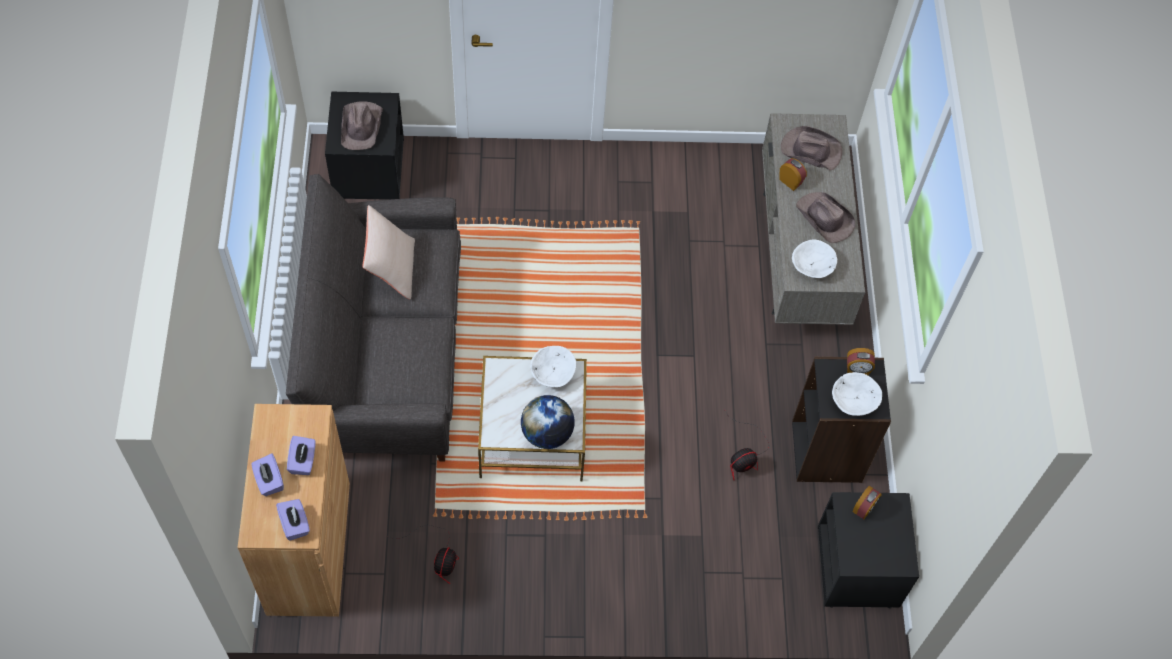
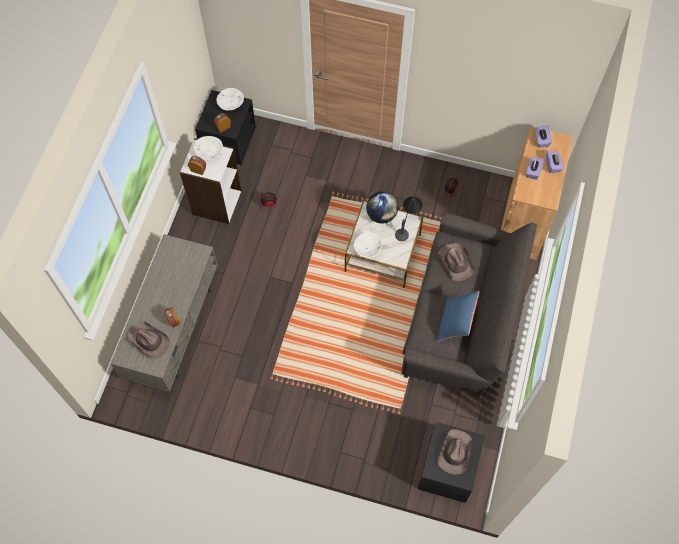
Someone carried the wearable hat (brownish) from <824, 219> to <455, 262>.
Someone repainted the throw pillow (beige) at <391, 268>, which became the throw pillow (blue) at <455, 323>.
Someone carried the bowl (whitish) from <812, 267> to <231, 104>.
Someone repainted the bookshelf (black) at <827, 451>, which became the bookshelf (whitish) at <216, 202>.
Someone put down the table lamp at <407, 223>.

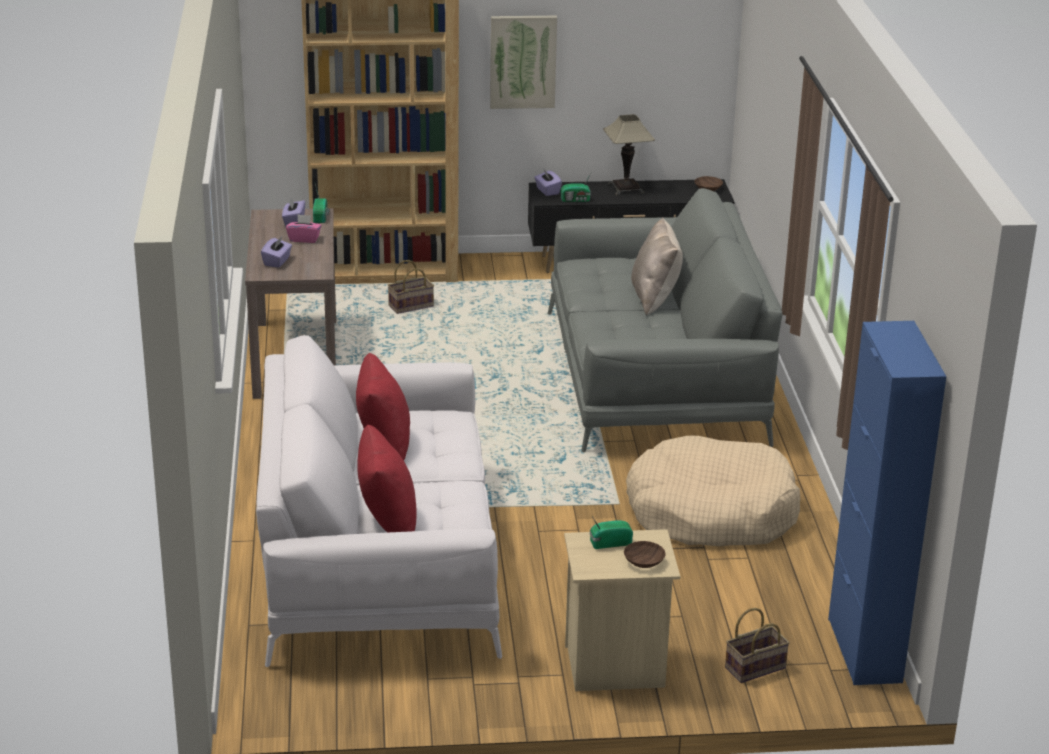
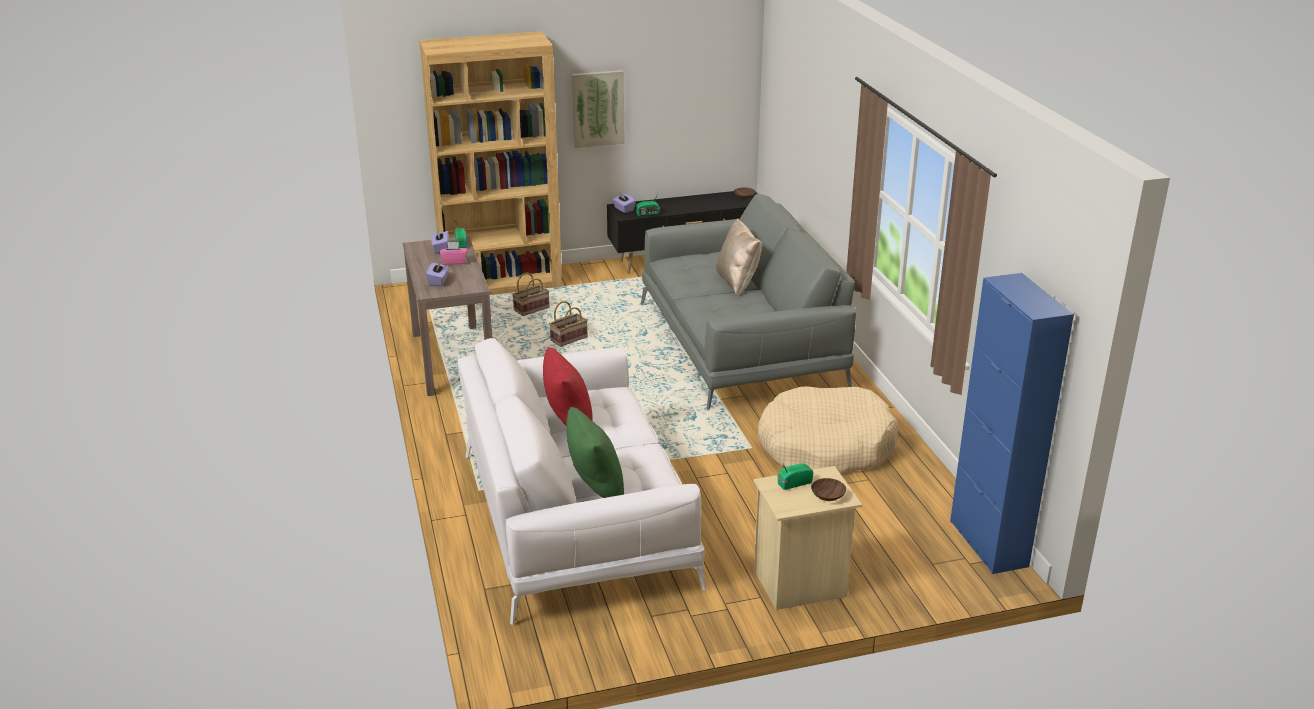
Someone took away the table lamp at <626, 188>.
Someone repainted the throw pillow (reddish) at <387, 522>, which became the throw pillow (green-coloured) at <595, 487>.
Someone carried the storage basket from <755, 667> to <569, 338>.

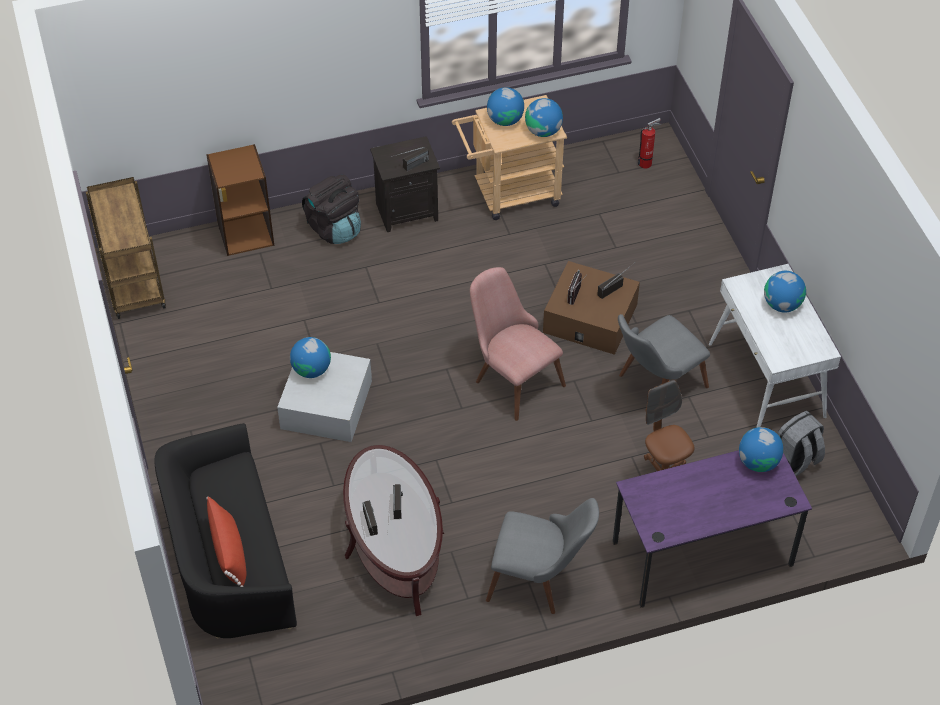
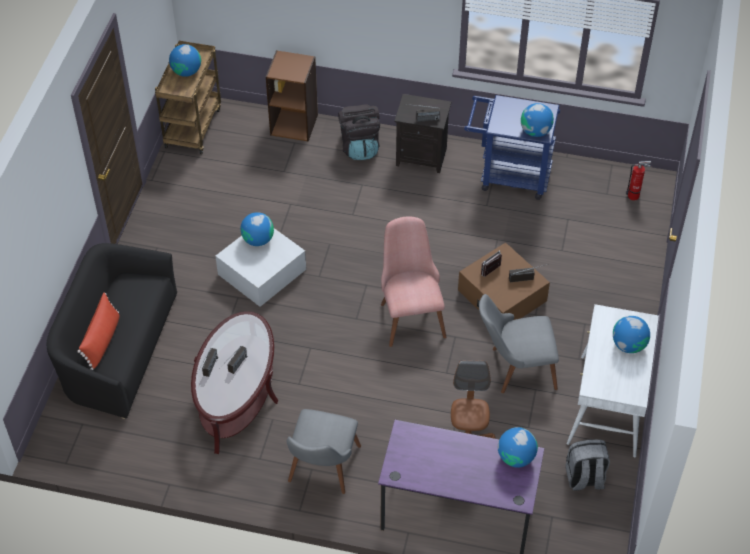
Someone carried the world globe from <505, 120> to <186, 72>.
Someone repainted the cart (beige) at <509, 194>, which became the cart (blue) at <508, 176>.
Someone rotated the chair (greyish) at <540, 580> by 60 degrees clockwise.

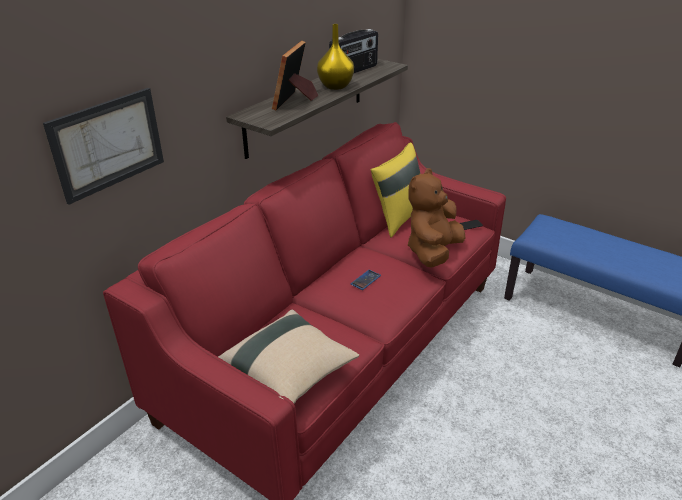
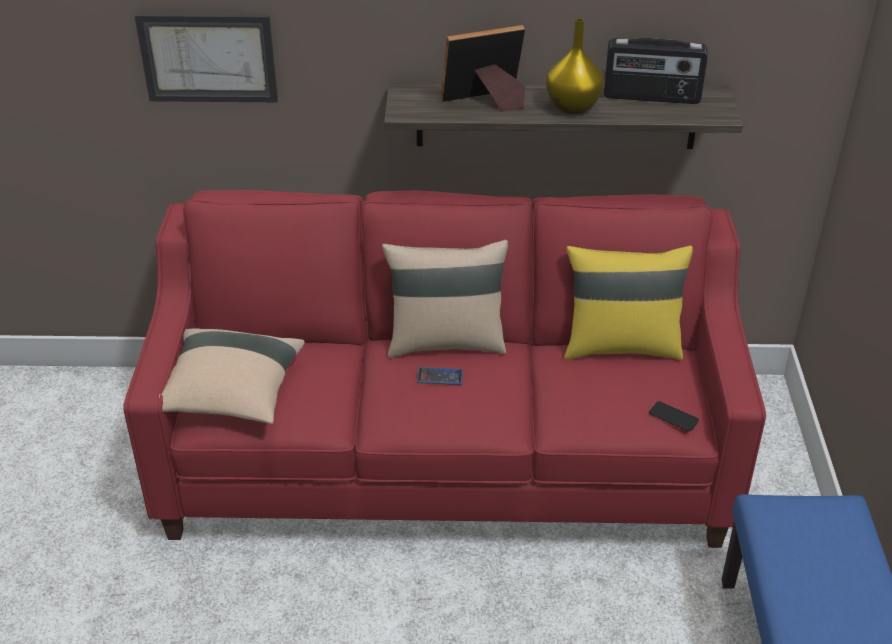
Someone took away the soft toy (brownish) at <433, 252>.
Someone put down the throw pillow (beige) at <446, 341>.

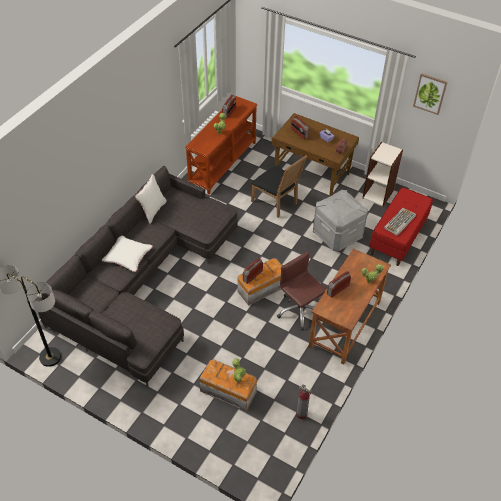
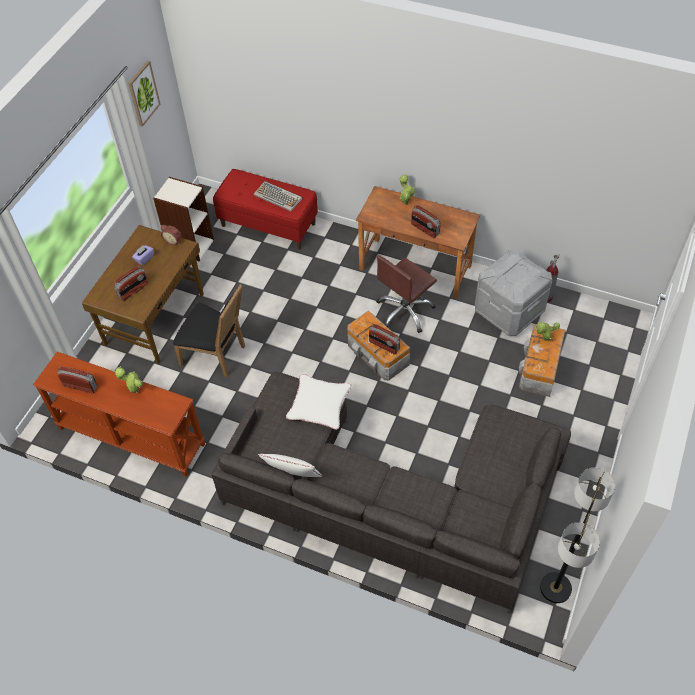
Someone rotated the chair (black) at <277, 203> by 75 degrees clockwise.
Someone carried the storage box (greyish) from <337, 235> to <509, 310>.
Someone carried the throw pillow (whitish) from <127, 256> to <319, 404>.

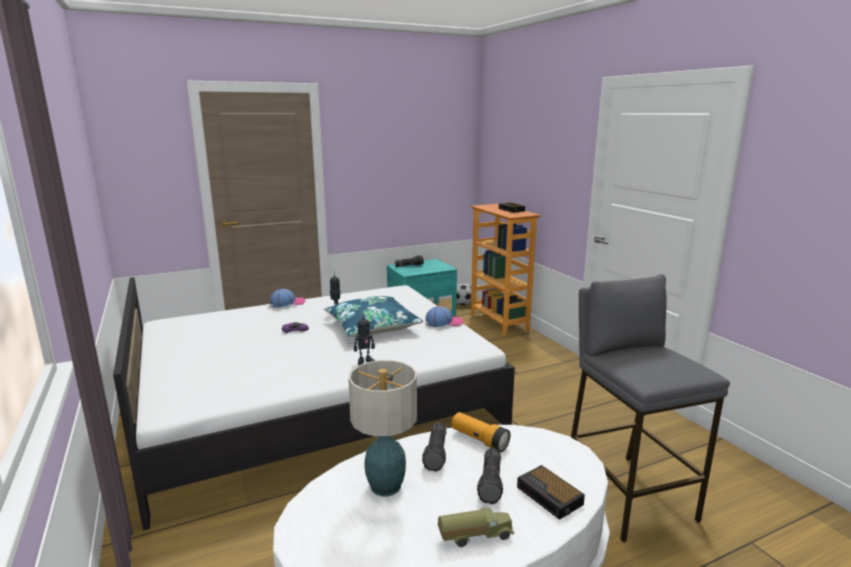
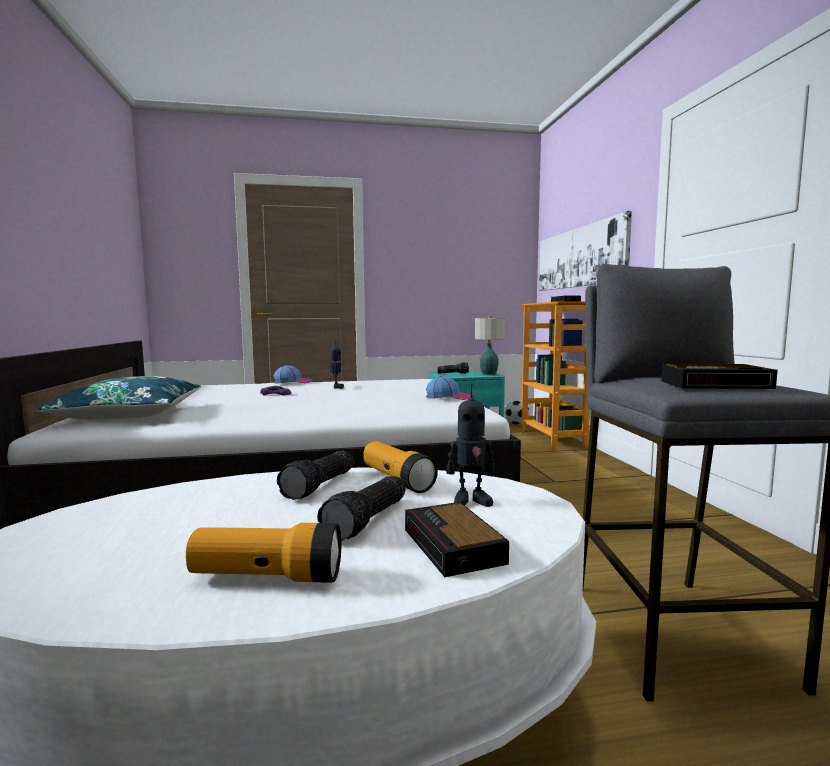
Someone carried the throw pillow (blue) from <372, 326> to <130, 414>.
Someone carried the robot figure from <365, 361> to <470, 501>.
Someone carried the table lamp from <385, 485> to <489, 374>.
Someone swapped the model truck at <475, 536> for the hand torch at <267, 577>.
Someone put up the wall art at <579, 257>.
Someone put down the alarm clock at <717, 385>.

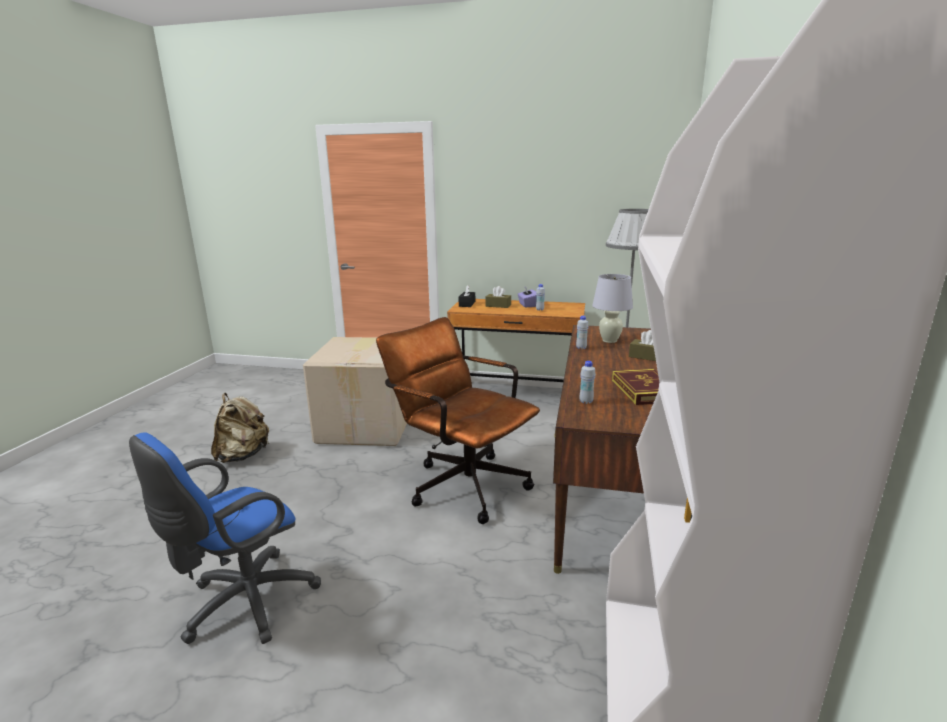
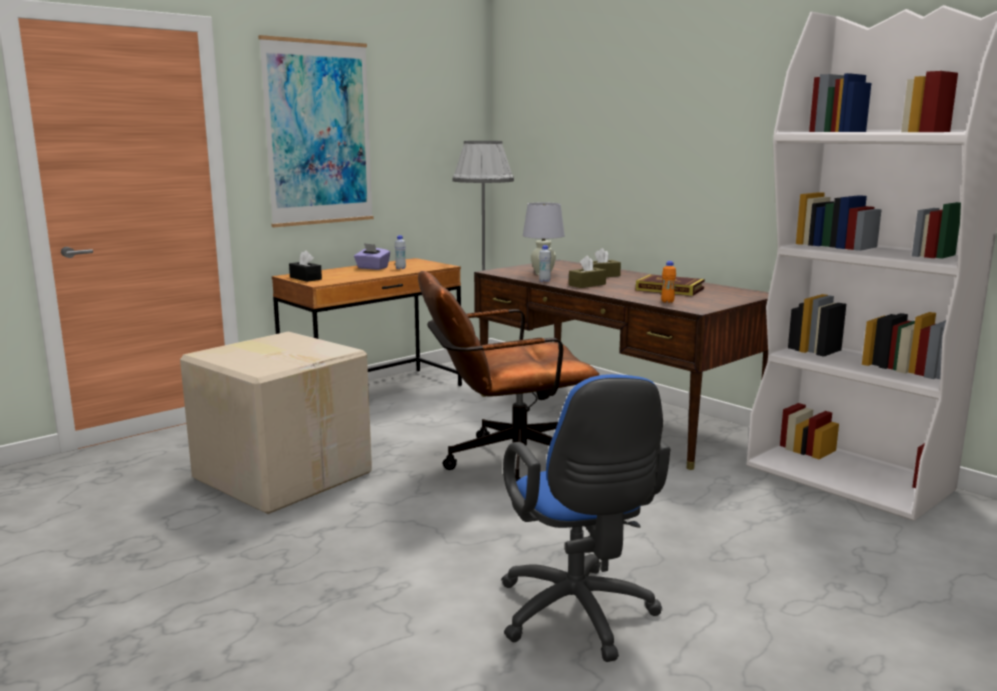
Someone carried the box of tissues (brownish) from <498, 305> to <587, 285>.
Someone repainted the drink bottle (whitish) at <586, 402>, which became the drink bottle (orange-coloured) at <667, 302>.
Someone took away the backpack (beige) at <243, 455>.
Someone put up the wall art at <318, 133>.

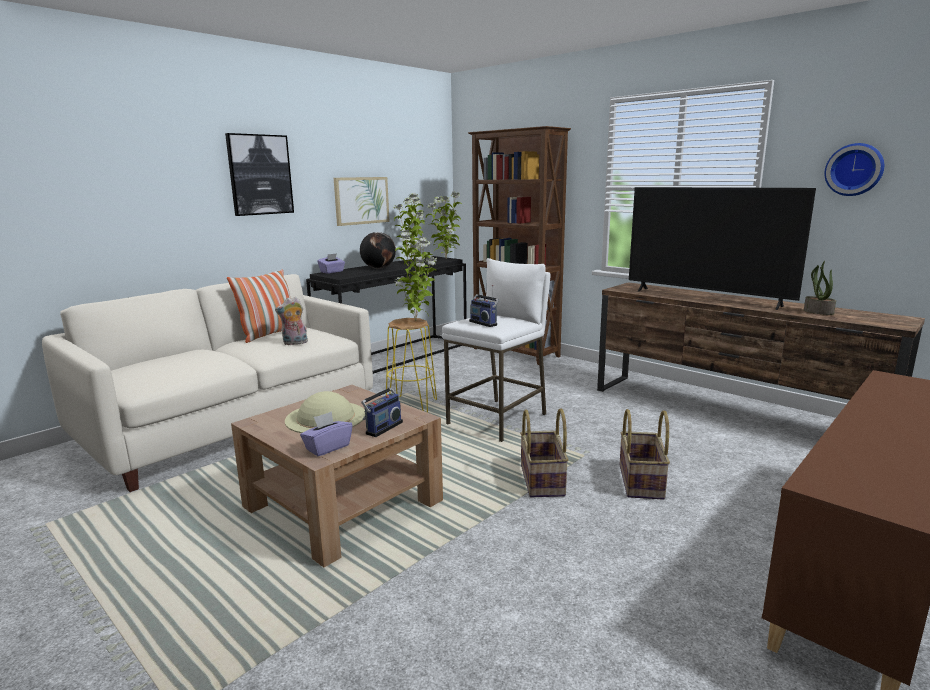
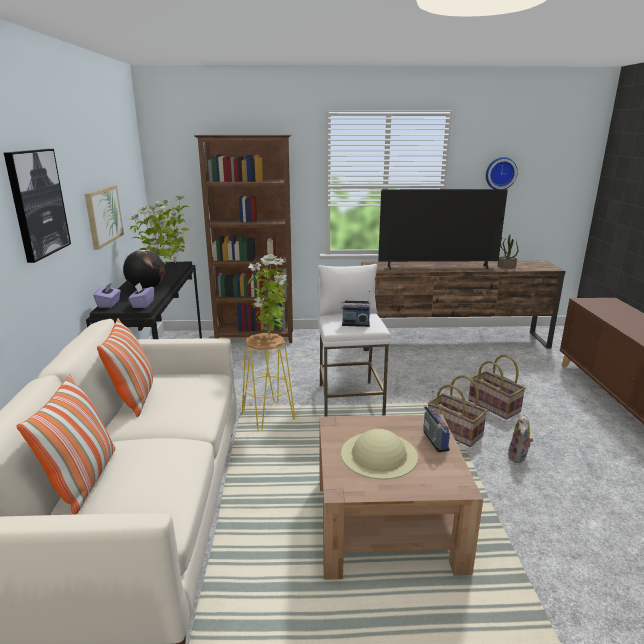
Someone carried the soft toy from <295, 343> to <518, 457>.
Someone carried the box of tissues (purple) from <327, 447> to <142, 304>.
Someone put down the throw pillow at <84, 480>.

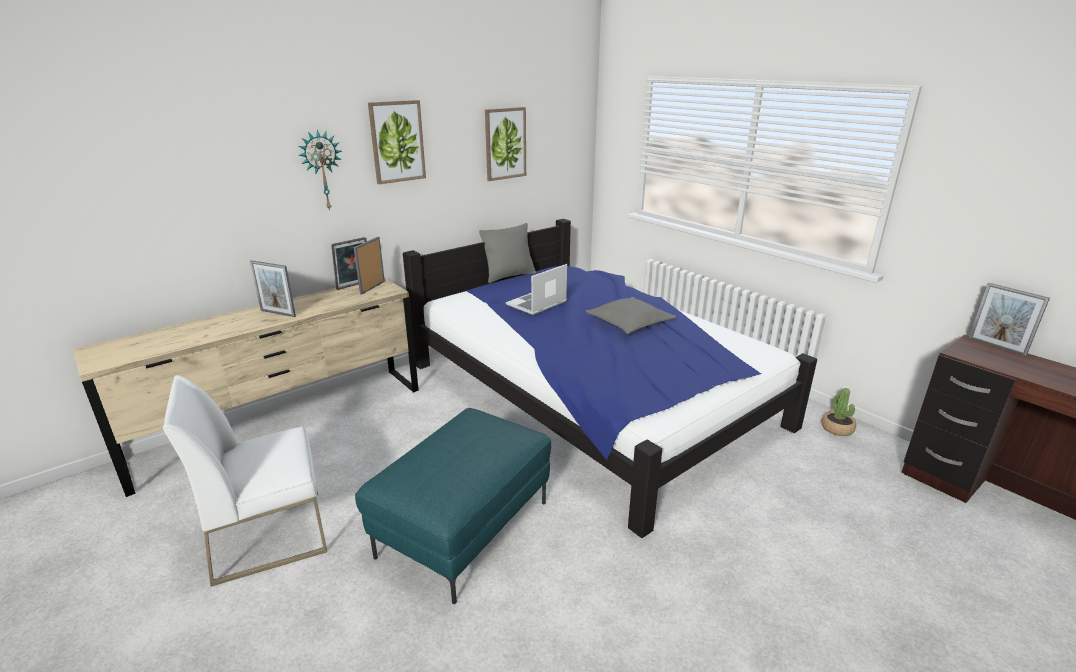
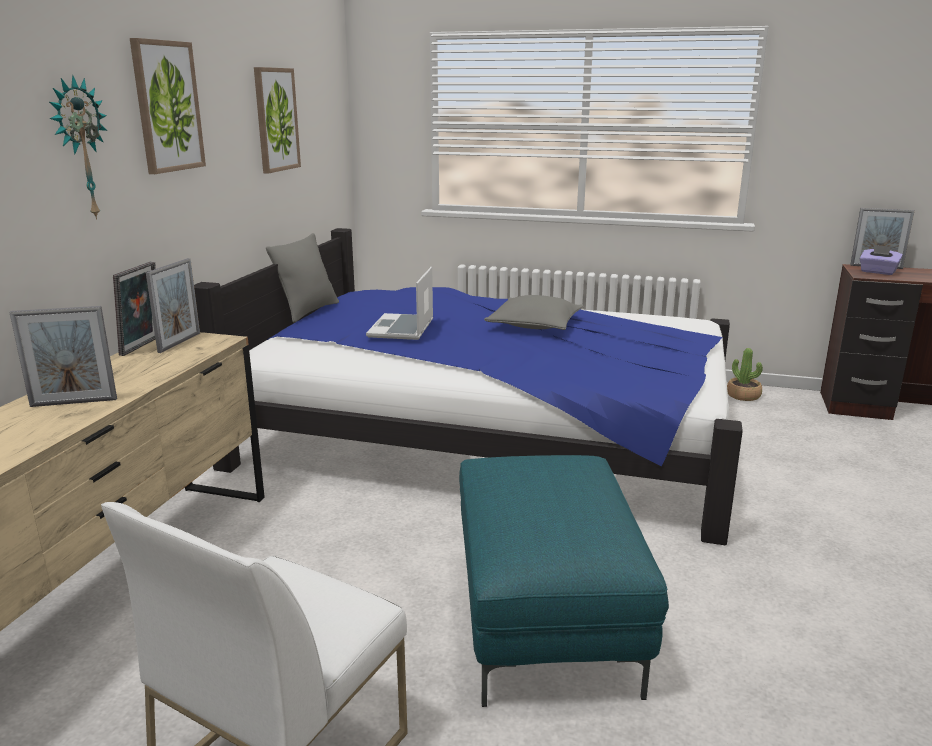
Someone rotated the standing frame at <372, 287> by 150 degrees counterclockwise.
Someone put down the box of tissues (purple) at <877, 272>.

